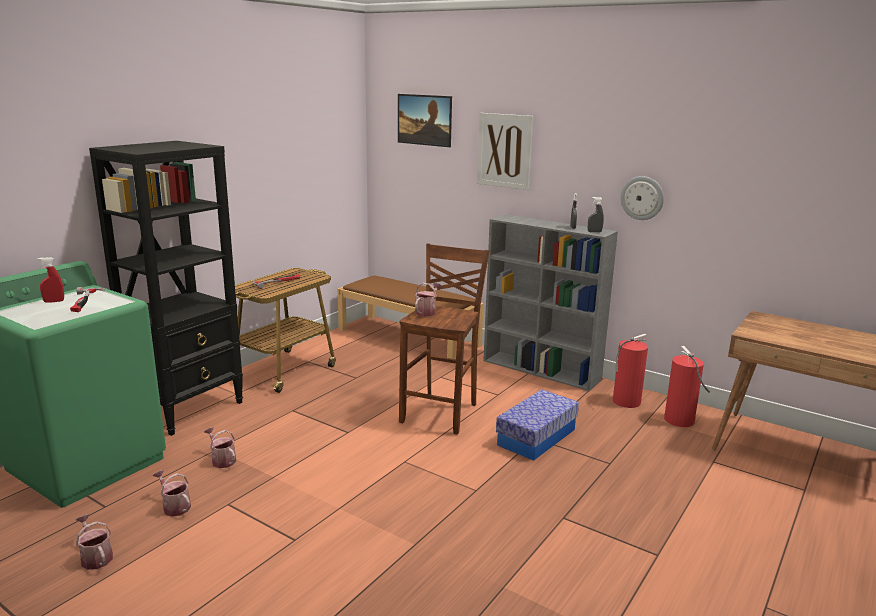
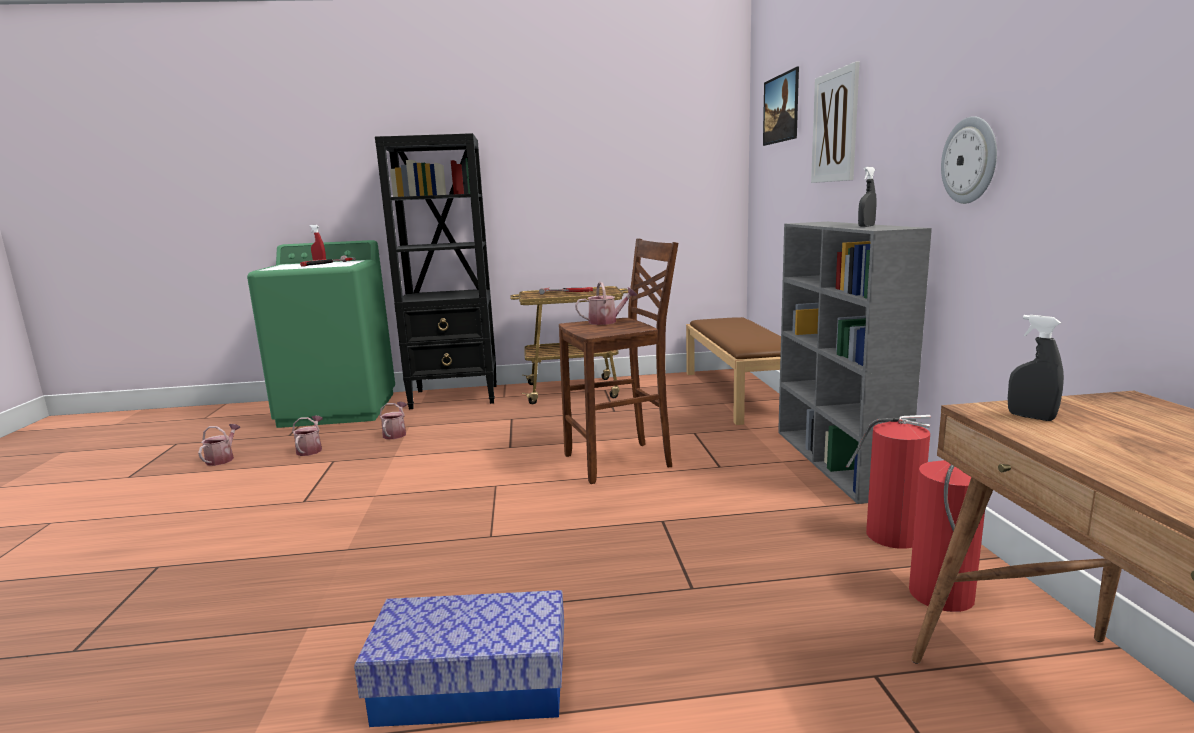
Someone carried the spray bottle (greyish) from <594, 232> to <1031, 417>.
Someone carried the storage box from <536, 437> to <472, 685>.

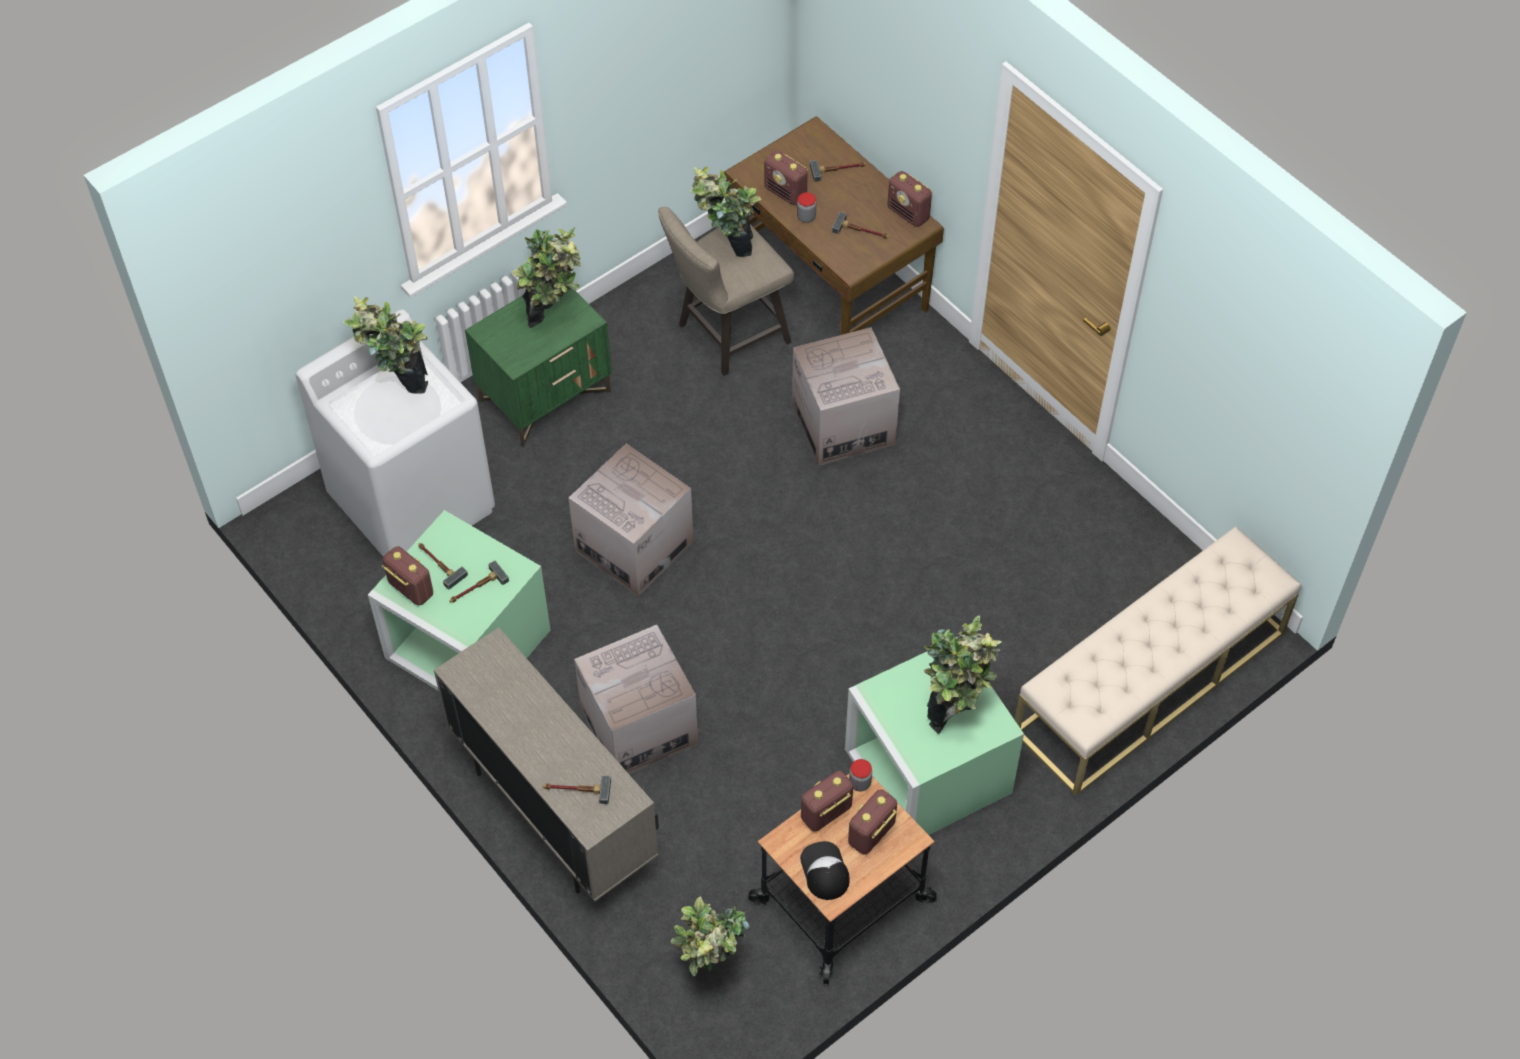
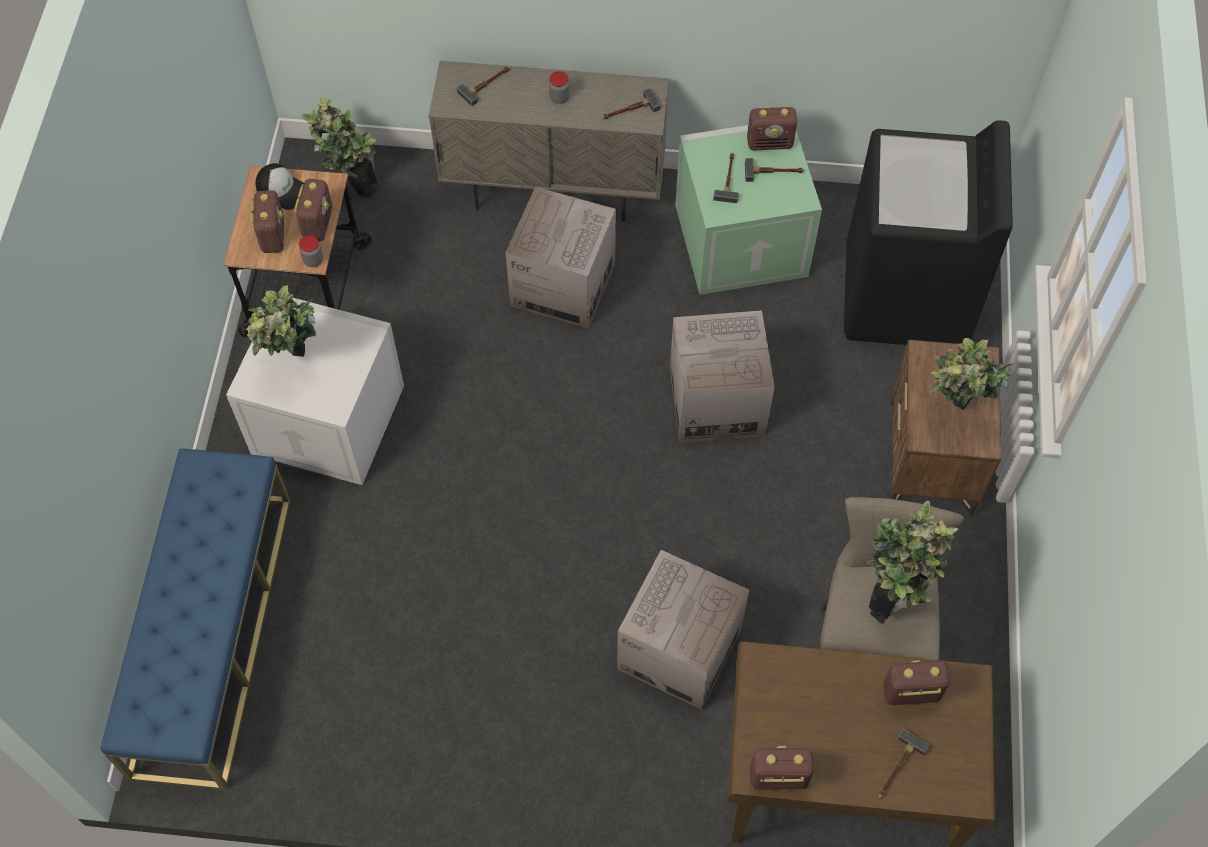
Someone carried the jar from <806, 217> to <559, 97>.
Someone carried the hand hammer from <862, 231> to <628, 111>.
Someone repainted the bedside table (green-coloured) at <545, 396>, which became the bedside table (brownish) at <930, 459>.
Someone took away the houseplant at <398, 387>.
Someone repainted the laundry machine (whitish) at <413, 503>, which became the laundry machine (black) at <905, 297>.
Someone repainted the bench (beige) at <1149, 682>, which became the bench (blue) at <212, 632>.
Someone repainted the storage box (green-coloured) at <925, 770>, which became the storage box (whitish) at <331, 418>.

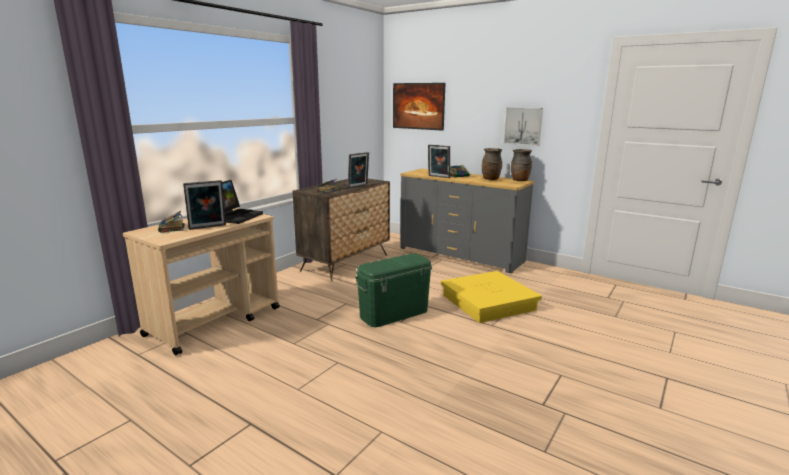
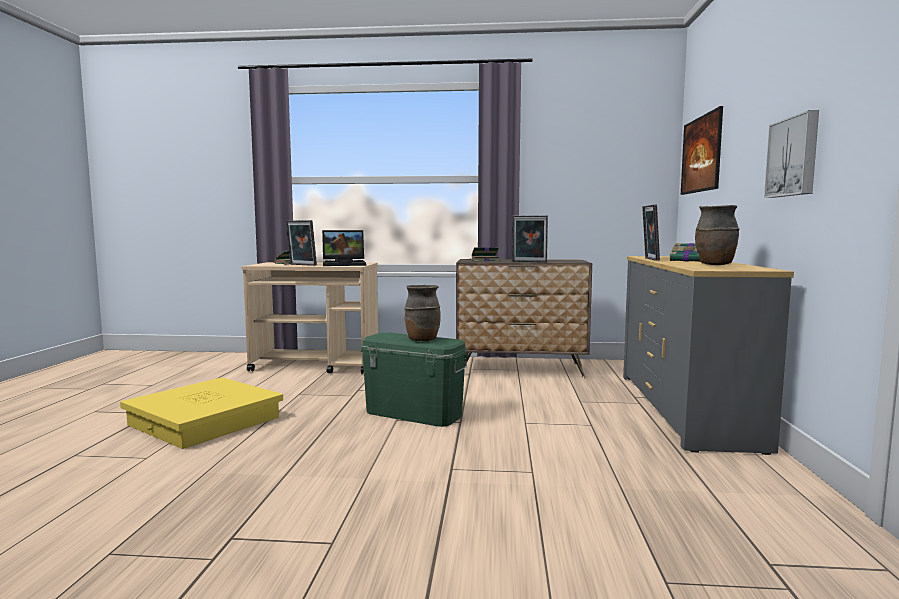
Someone carried the vase (brownish) from <519, 180> to <422, 340>.
Someone carried the storage box (yellow) from <488, 302> to <205, 421>.

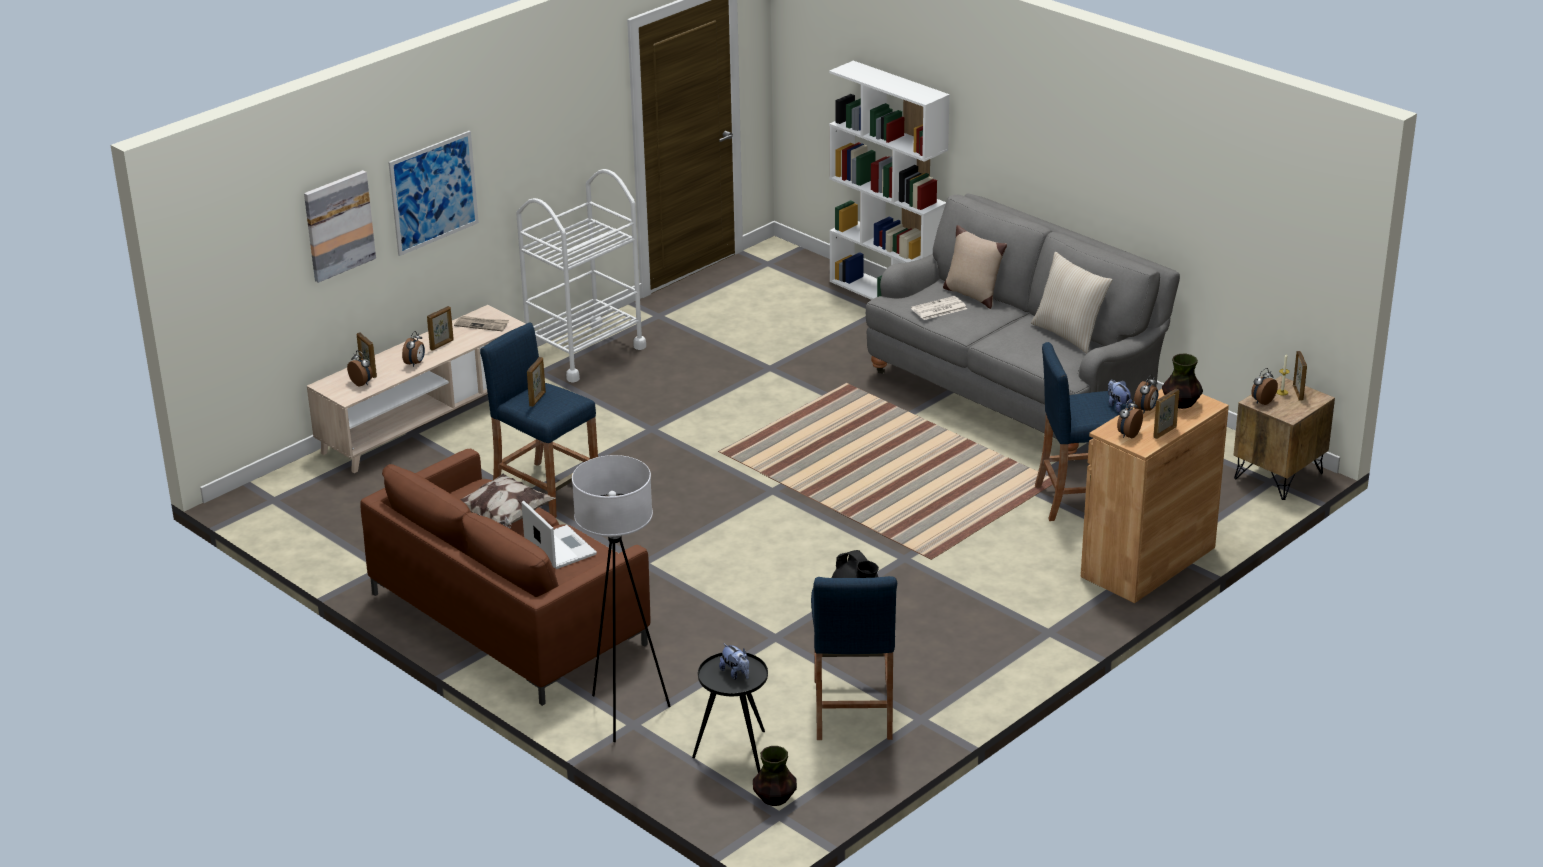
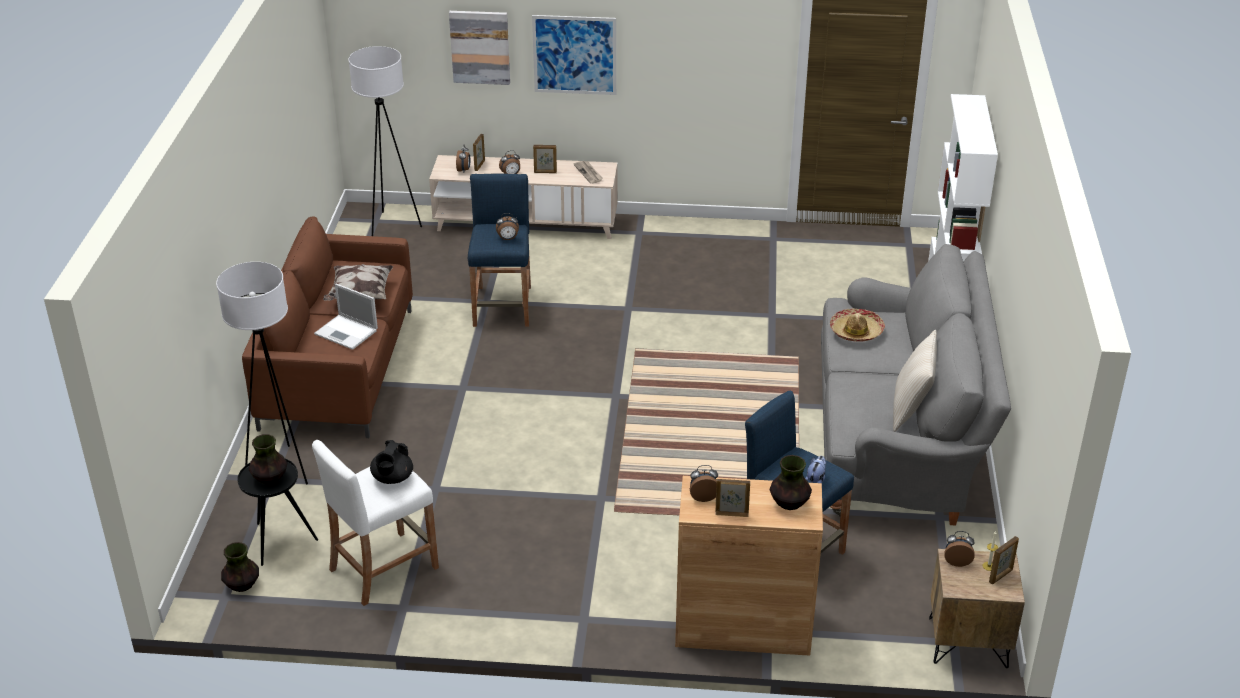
Someone took away the cart (whitish) at <584, 352>.
Someone took away the throw pillow (beige) at <972, 295>.
Someone swapped the printed paper at <938, 309> for the wearable hat at <856, 331>.
Someone took away the standing frame at <537, 399>.
Someone carried the alarm clock from <1145, 410> to <508, 239>.
Someone rotated the notebook computer at <559, 548> by 105 degrees clockwise.
Someone repainted the stool seat (blue) at <853, 709>, which became the stool seat (whitish) at <383, 568>.
Someone swapped the soft toy at <736, 673> for the vase at <270, 478>.
Someone put down the standing lamp (whitish) at <391, 226>.

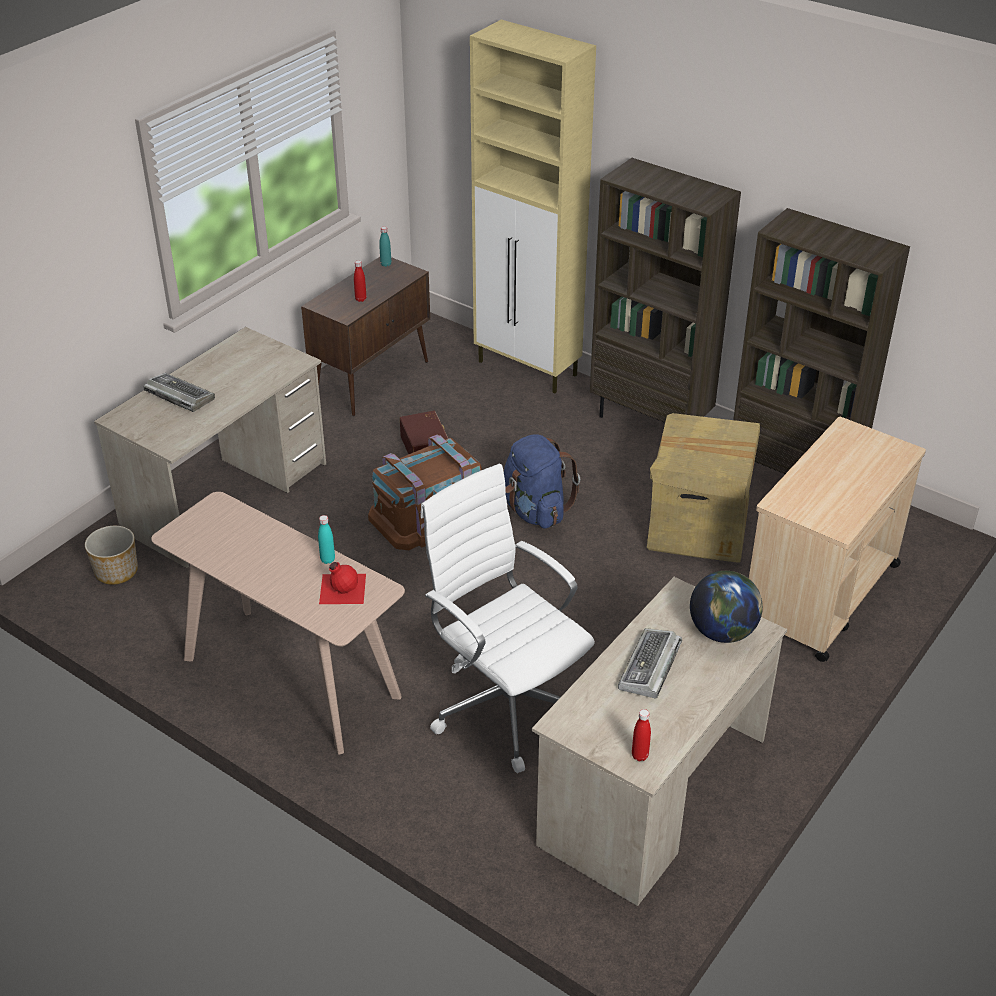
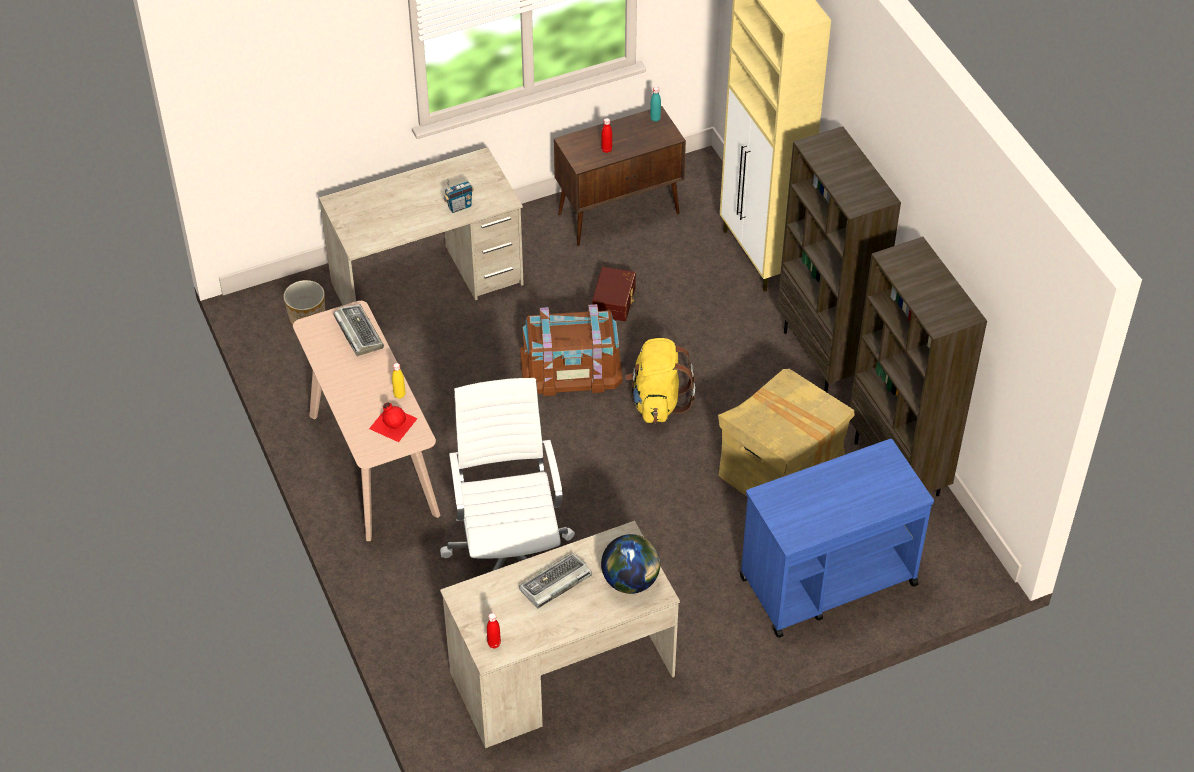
Someone carried the computer keyboard from <179, 396> to <358, 332>.
Someone repainted the cart (beige) at <820, 595>, which became the cart (blue) at <826, 581>.
Someone repainted the backpack (blue) at <535, 511>, which became the backpack (yellow) at <657, 401>.
Someone repainted the drink bottle (turquoise-coloured) at <327, 560>, which became the drink bottle (yellow) at <399, 395>.
Someone put down the radio at <459, 206>.

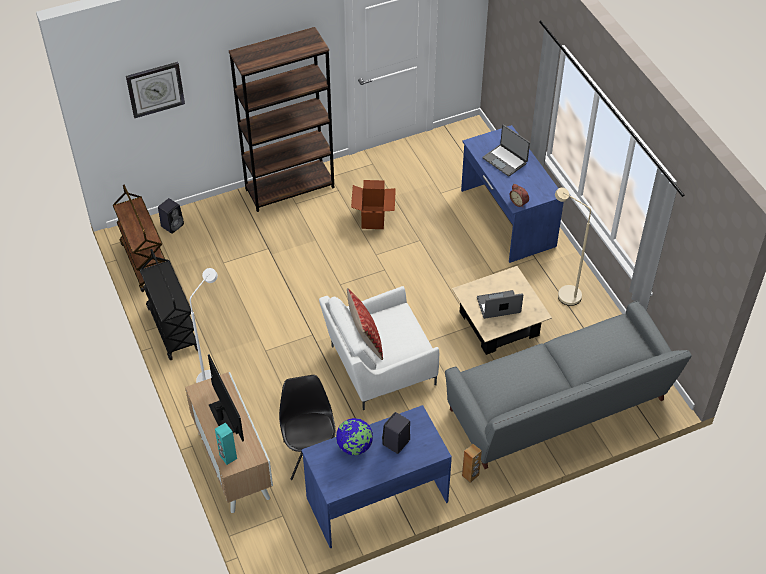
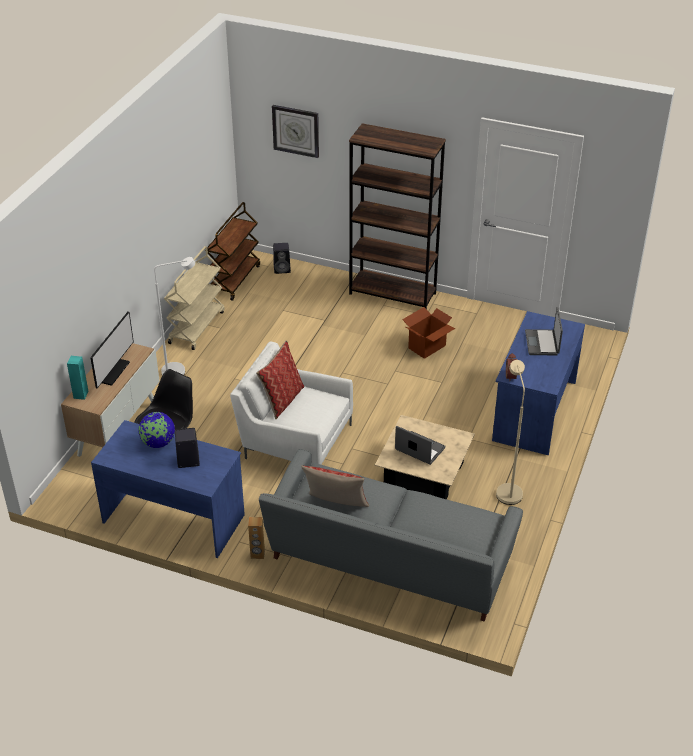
Someone repainted the cart (black) at <172, 328>, which became the cart (beige) at <196, 327>.
Someone put down the throw pillow at <336, 507>.

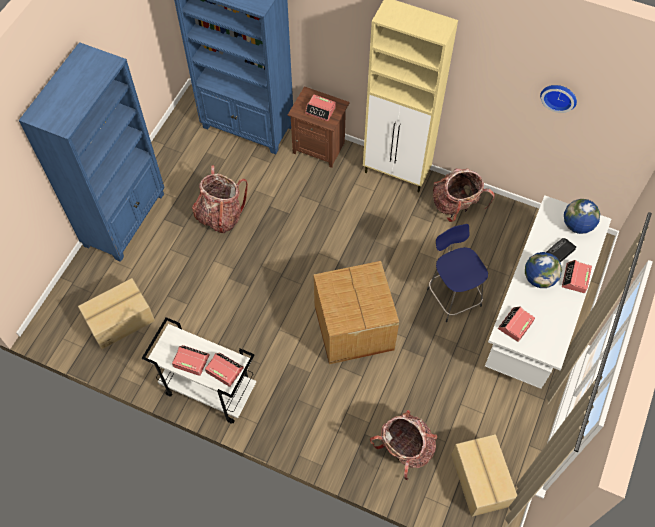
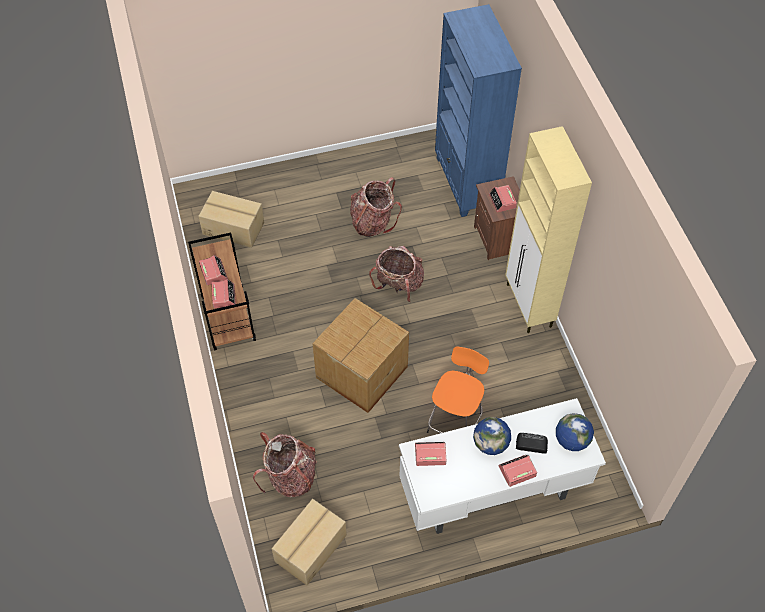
Someone took away the bookshelf (blue) at <125, 219>.
Someone took away the hanging clock at <559, 96>.
Someone carried the backpack from <456, 206> to <398, 285>.
Someone repainted the stool seat (blue) at <453, 296>, which became the stool seat (orange-coloured) at <455, 421>.
Someone repainted the cart (whitish) at <208, 390>, which became the cart (brownish) at <227, 318>.

